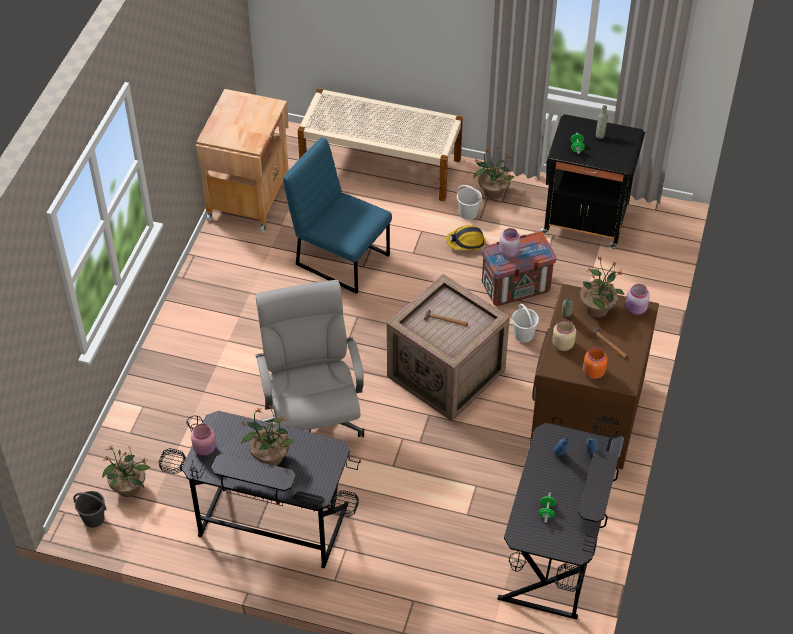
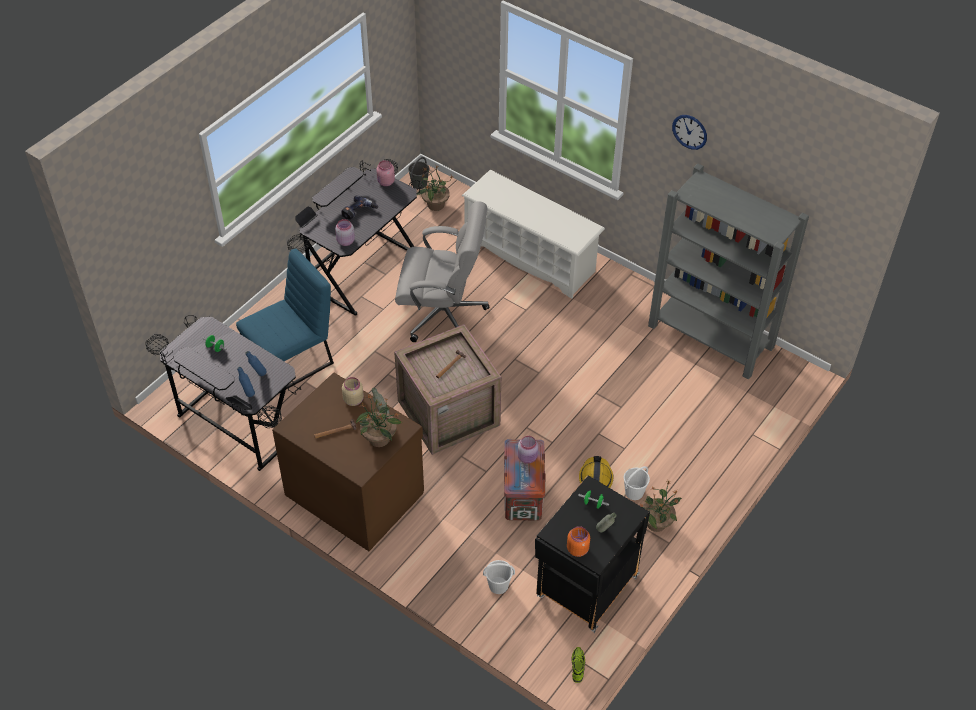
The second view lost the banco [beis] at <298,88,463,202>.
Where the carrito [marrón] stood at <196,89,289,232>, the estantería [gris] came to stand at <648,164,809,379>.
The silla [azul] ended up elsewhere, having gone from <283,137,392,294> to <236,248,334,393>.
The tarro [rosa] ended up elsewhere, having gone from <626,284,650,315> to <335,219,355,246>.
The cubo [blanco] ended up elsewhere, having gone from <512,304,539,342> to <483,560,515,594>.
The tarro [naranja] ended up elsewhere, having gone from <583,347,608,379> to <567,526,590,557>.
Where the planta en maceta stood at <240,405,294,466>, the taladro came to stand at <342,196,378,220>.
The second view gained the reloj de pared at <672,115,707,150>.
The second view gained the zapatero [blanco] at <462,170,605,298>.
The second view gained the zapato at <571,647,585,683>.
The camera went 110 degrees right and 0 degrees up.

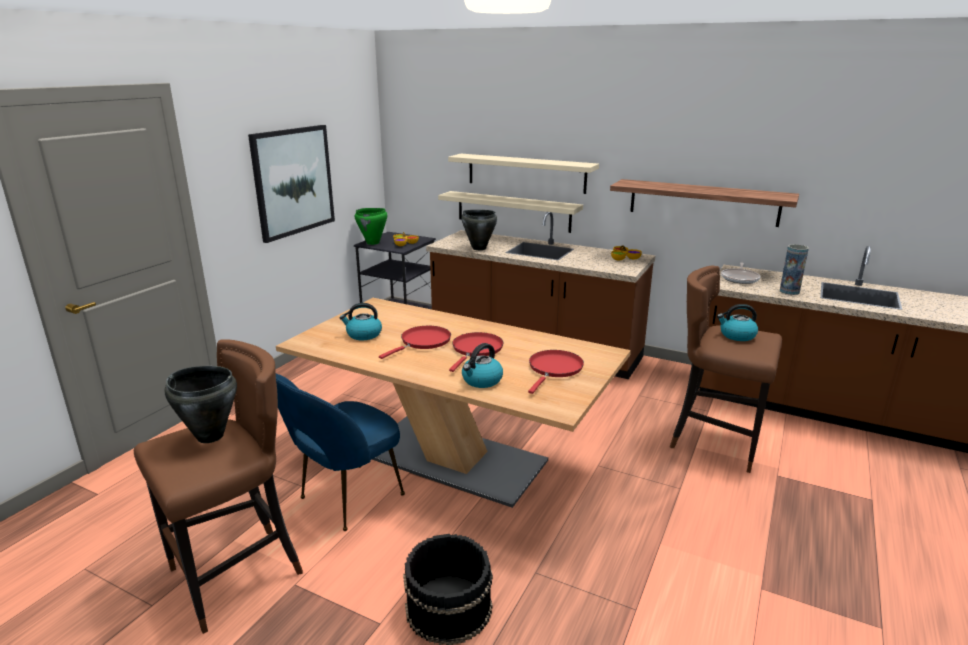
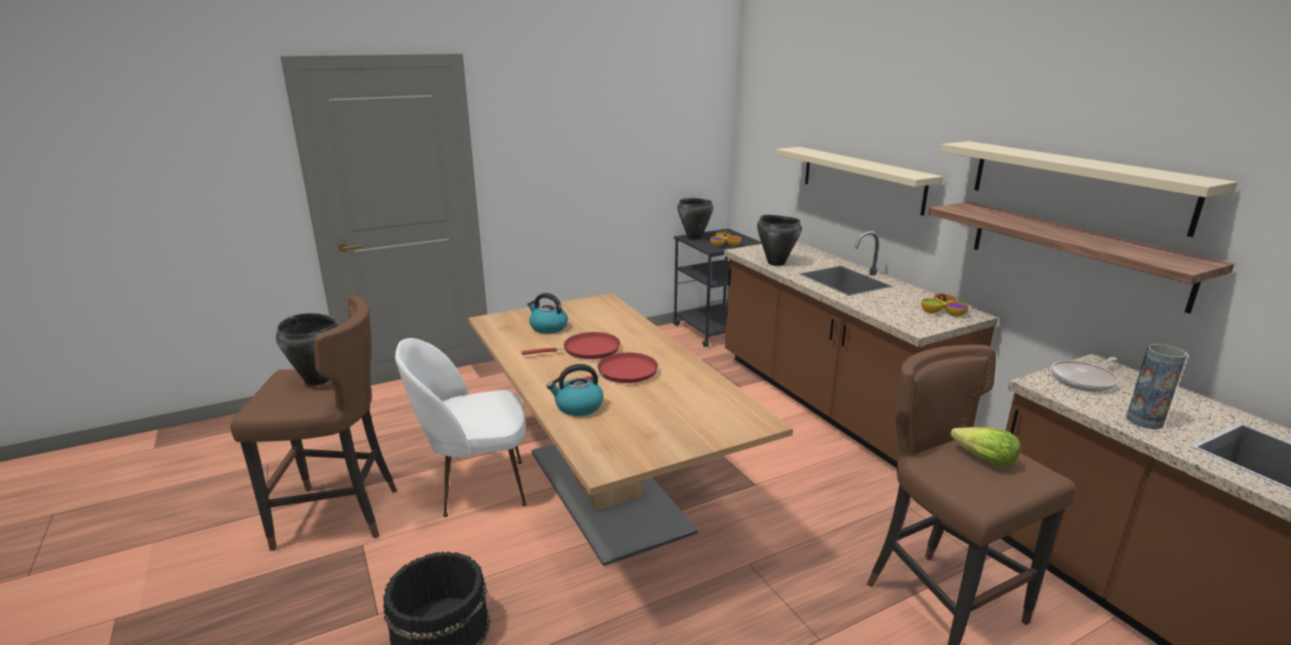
The second view lost the cuadro at <248,125,335,243>.
The estante [beis] ended up elsewhere, having gone from <438,191,583,233> to <940,141,1238,237>.
What was the olla [verde] at <355,208,387,245> turned into the olla [negro] at <677,198,713,240>.
Where the hervidor stood at <717,304,758,341>, the lechuga came to stand at <950,427,1020,466>.
The second view lost the sartén [rojo] at <528,350,584,394>.
What was the silla [azul] at <276,373,405,531> turned into the silla [blanco] at <395,338,527,517>.
The camera went 35 degrees right and 0 degrees up.

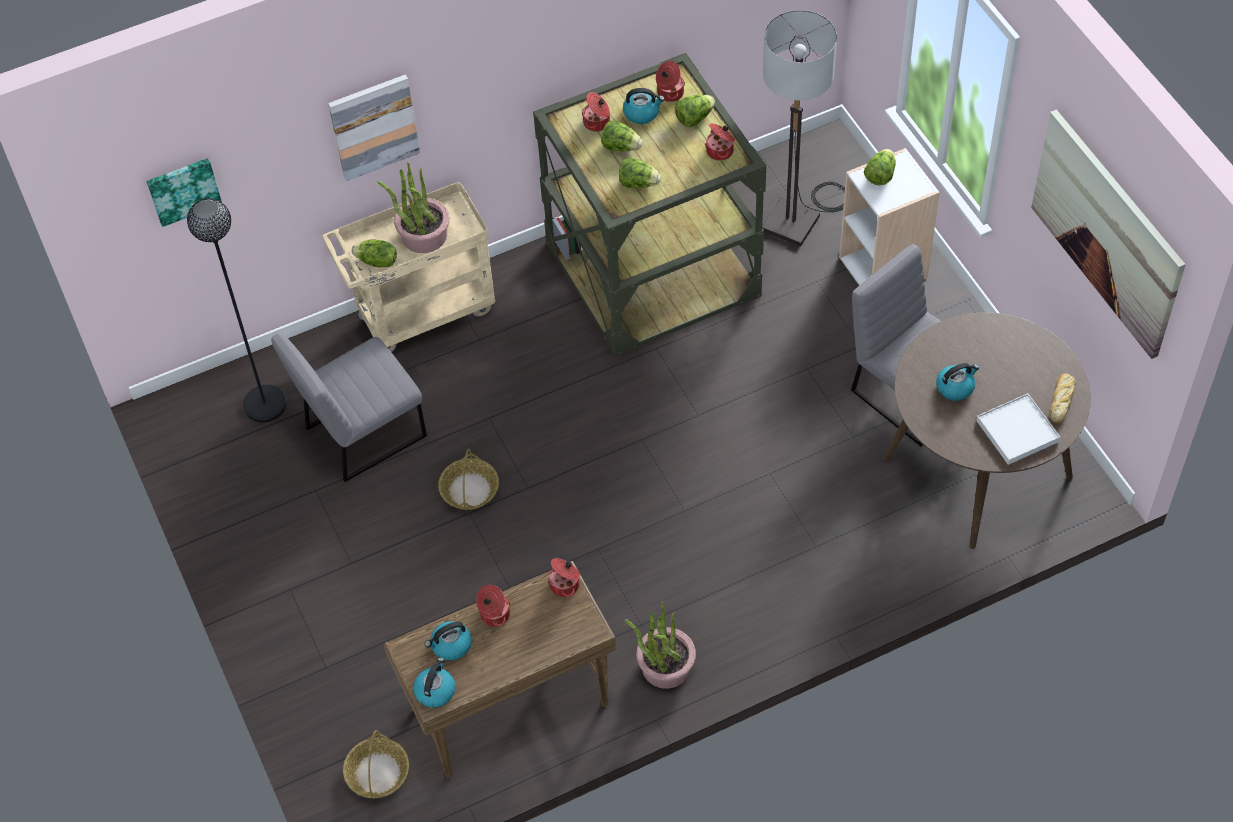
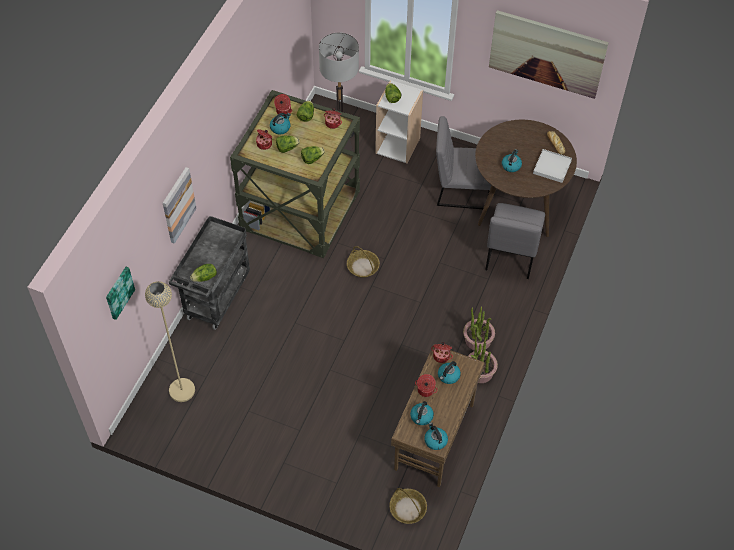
The planta en maceta ended up elsewhere, having gone from <378,162,450,253> to <463,306,495,351>.
What was the carrito [beis] at <322,183,495,352> turned into the carrito [negro] at <169,216,250,330>.
What was the lámpara de pie [negro] at <187,198,287,423> turned into the lámpara de pie [beis] at <145,281,195,402>.
The silla [gris] ended up elsewhere, having gone from <271,334,427,482> to <485,203,545,279>.
The cesta ended up elsewhere, having gone from <438,449,499,510> to <347,246,380,278>.
The second view gained the hervidor at <438,361,461,384>.
The camera went 45 degrees left and 0 degrees up.

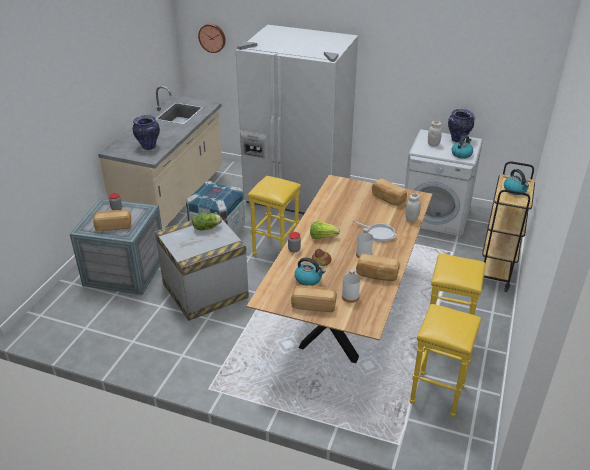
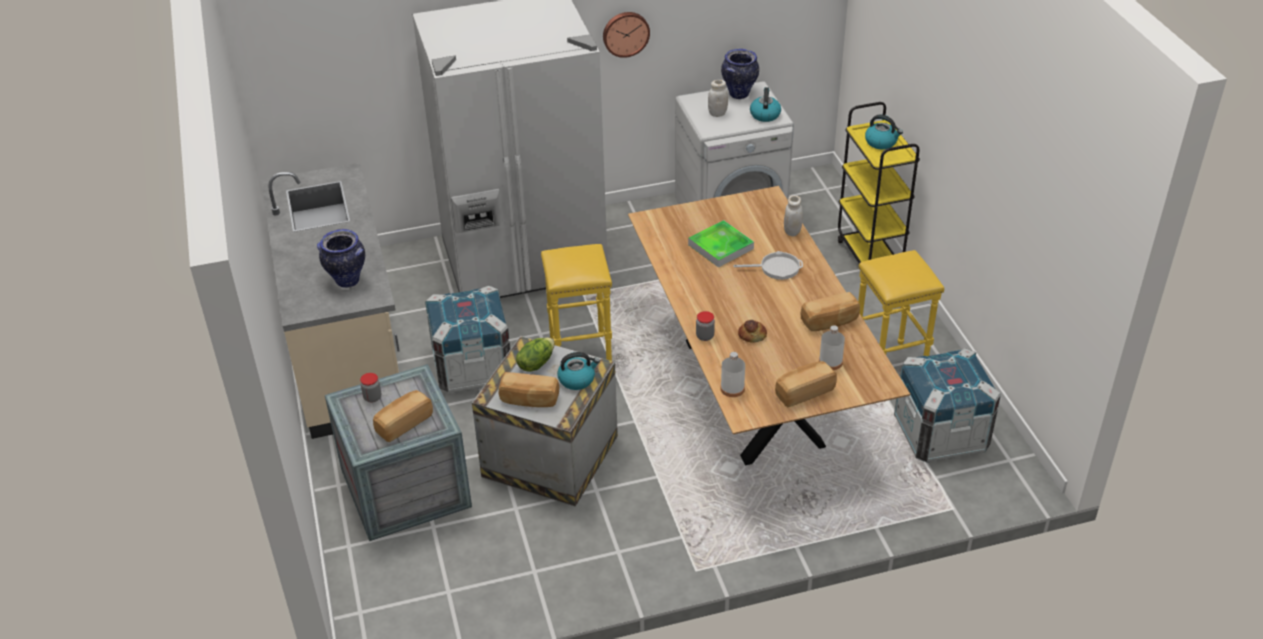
The reloj de pared ended up elsewhere, having gone from <198,24,226,53> to <603,12,650,58>.
What was the carrito [marrón] at <482,161,535,292> turned into the carrito [amarillo] at <838,102,920,263>.
The pan ended up elsewhere, having gone from <372,178,407,206> to <499,372,559,407>.
The second view lost the lechuga at <310,221,340,239>.
The botella [blanco] ended up elsewhere, having gone from <356,228,373,258> to <720,352,745,397>.
The hervidor ended up elsewhere, having gone from <295,258,325,286> to <557,352,600,390>.
Where the taburete [amarillo] stood at <410,304,481,417>, the caja de embalaje came to stand at <894,348,1001,463>.
The second view gained the bandeja at <688,220,754,268>.
The camera went 35 degrees left and 5 degrees up.

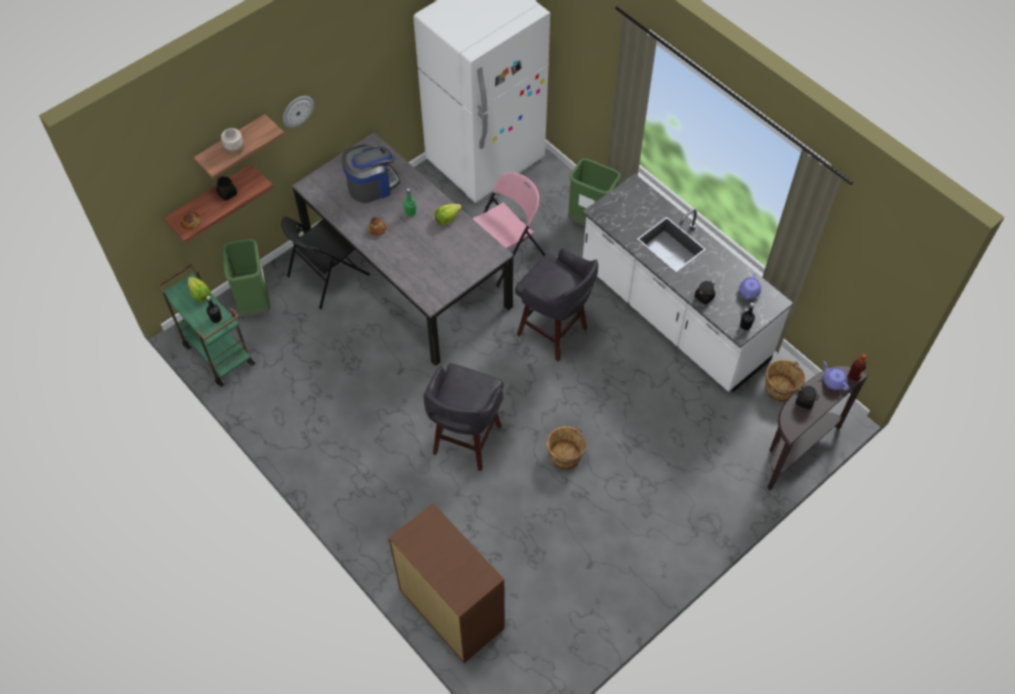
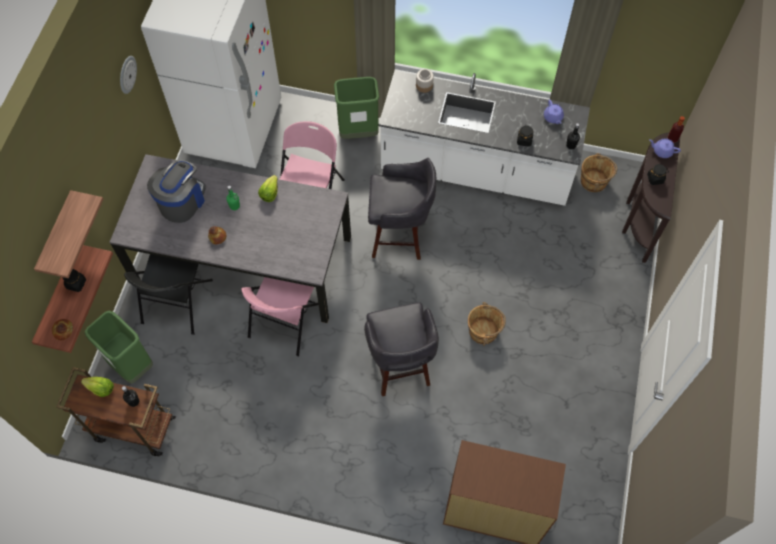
The reloj de pared ended up elsewhere, having gone from <283,96,314,127> to <120,56,137,94>.
The tarro ended up elsewhere, having gone from <221,128,244,156> to <416,69,434,93>.
What was the carrito [verde] at <156,263,256,387> turned into the carrito [marrón] at <56,367,176,457>.
The second view gained the silla [rosa] at <242,277,319,356>.
The camera went 35 degrees left and 5 degrees up.

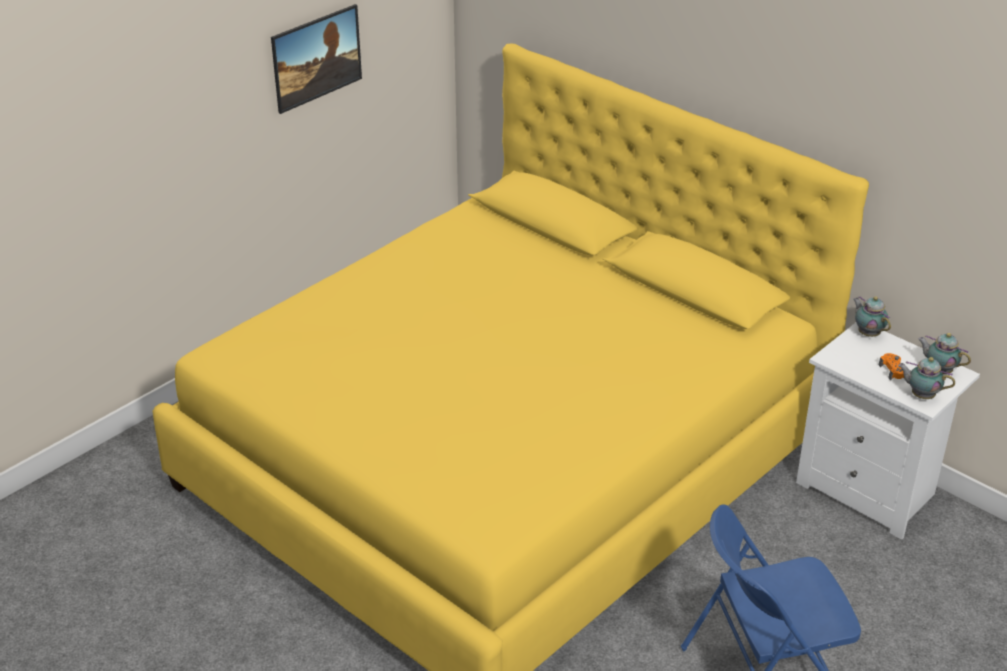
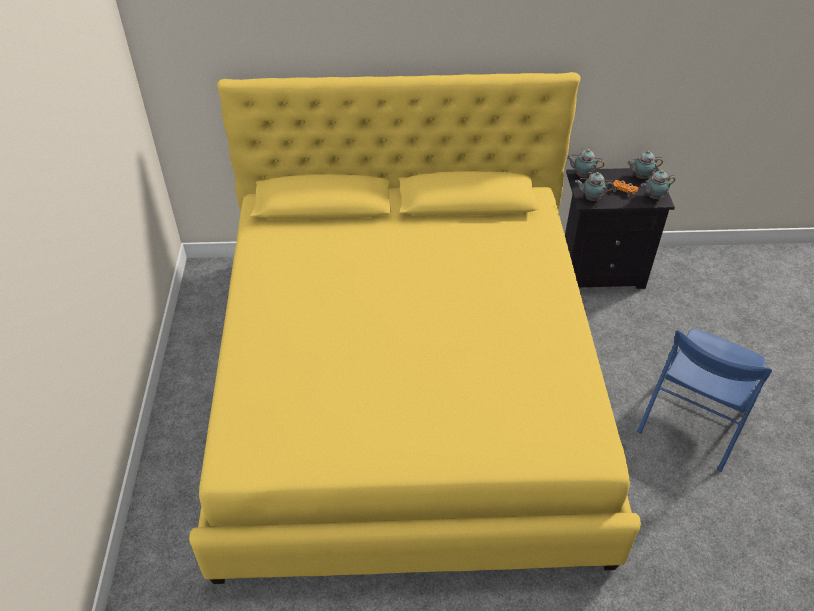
The second view lost the cuadro at <271,4,362,114>.
What was the mesita de noche [blanco] at <796,323,980,540> turned into the mesita de noche [negro] at <565,168,675,289>.
The second view gained the tetera at <575,172,614,201>.
The camera went 45 degrees left and 10 degrees up.

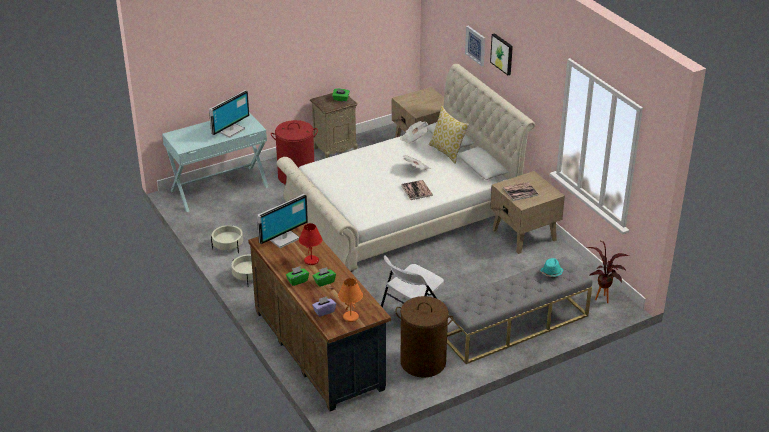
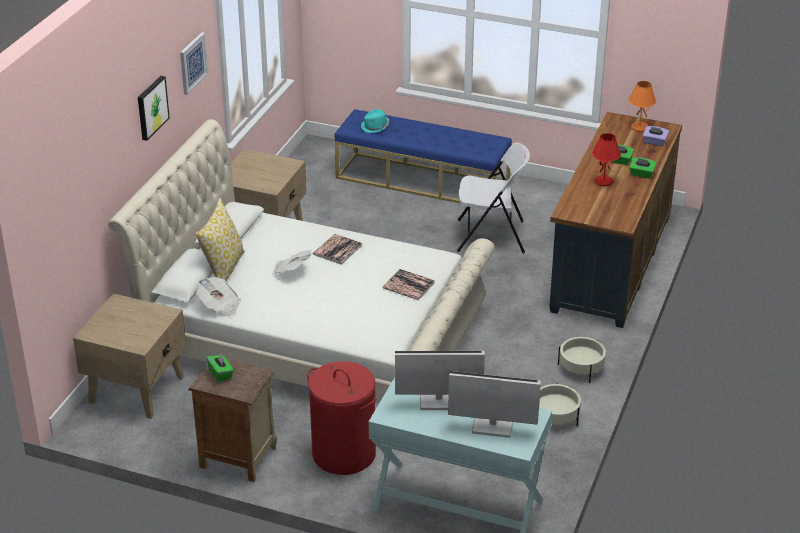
The cuadro ended up elsewhere, having gone from <465,26,485,66> to <180,32,208,95>.
The libro ended up elsewhere, having gone from <503,182,538,201> to <383,269,435,300>.
The monitor ended up elsewhere, having gone from <257,194,308,248> to <448,371,541,438>.
The second view lost the planta en maceta at <587,240,629,303>.
What was the banco [gris] at <443,256,593,364> turned into the banco [azul] at <335,109,512,203>.
The second view lost the cesto de la ropa [marrón] at <395,296,453,378>.
The camera went 130 degrees left and 0 degrees up.

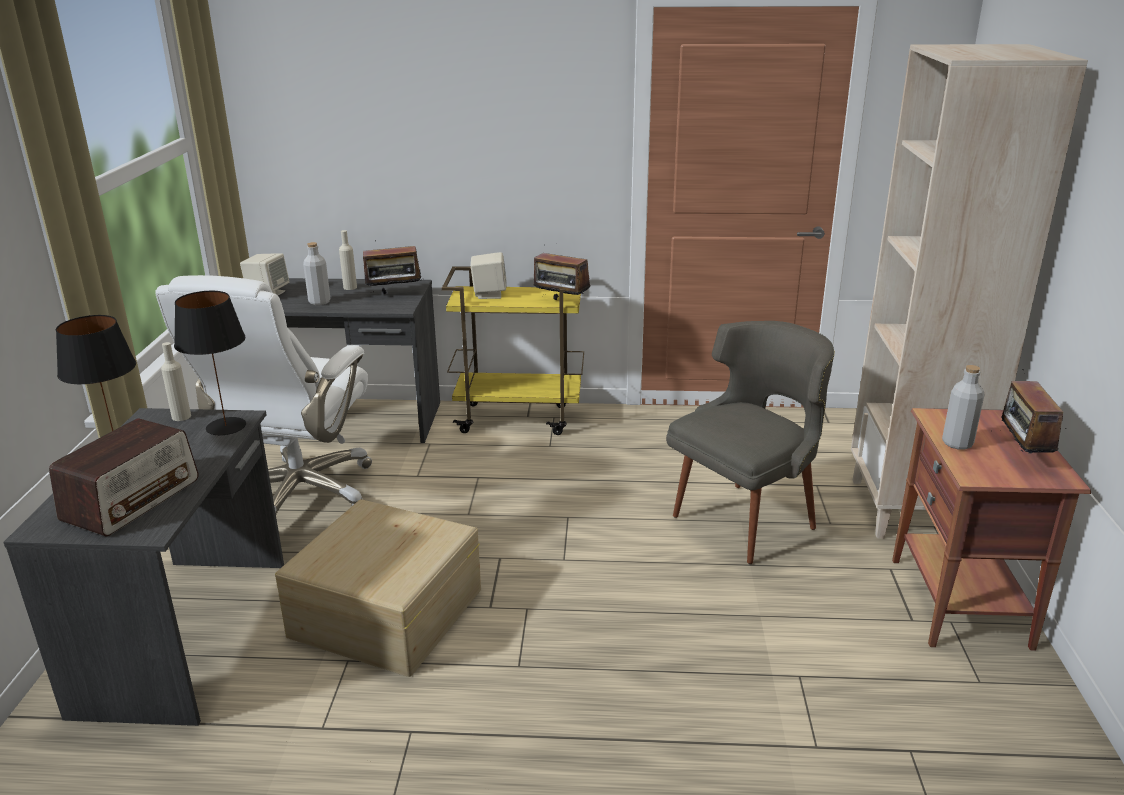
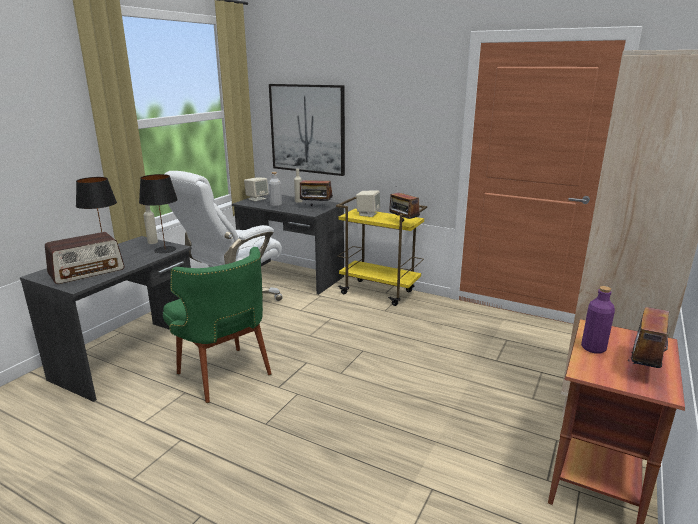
The second view lost the silla [gris] at <666,321,835,564>.
What was the botella [gris] at <942,365,984,450> turned into the botella [morado] at <581,286,615,354>.
Where the caja de almacenaje [beis] stood at <275,499,481,677>, the silla [verde] came to stand at <163,247,272,403>.
The second view gained the cuadro at <269,84,345,176>.
The camera went 25 degrees right and 5 degrees down.

